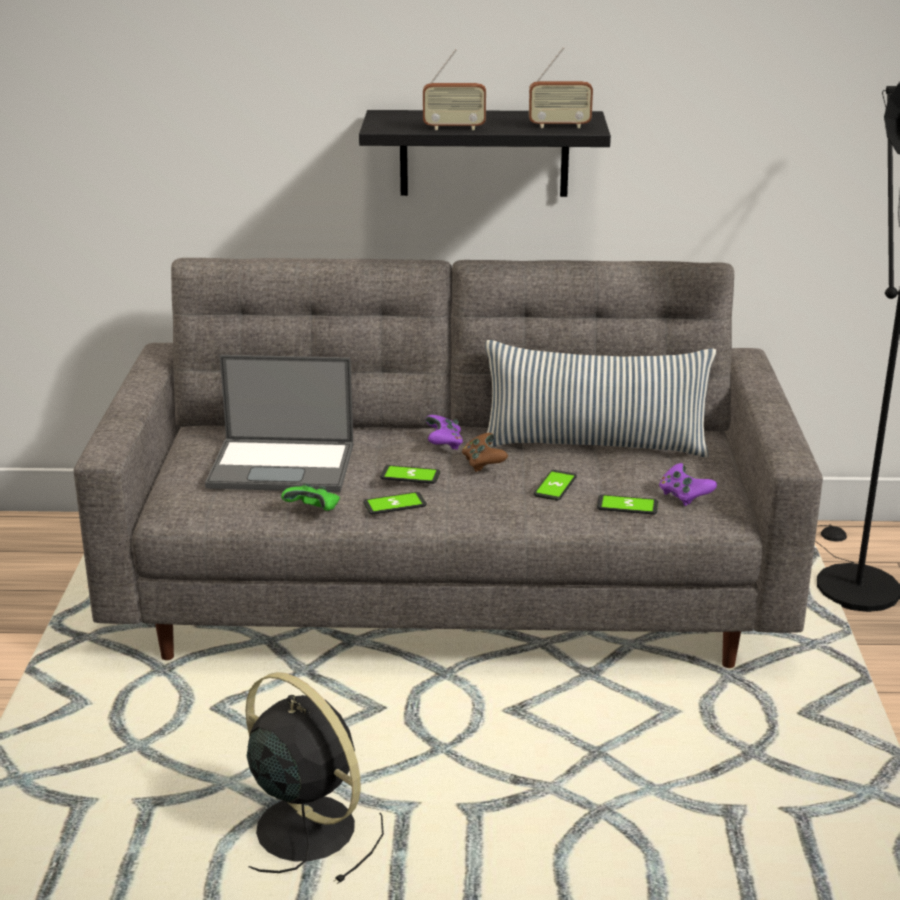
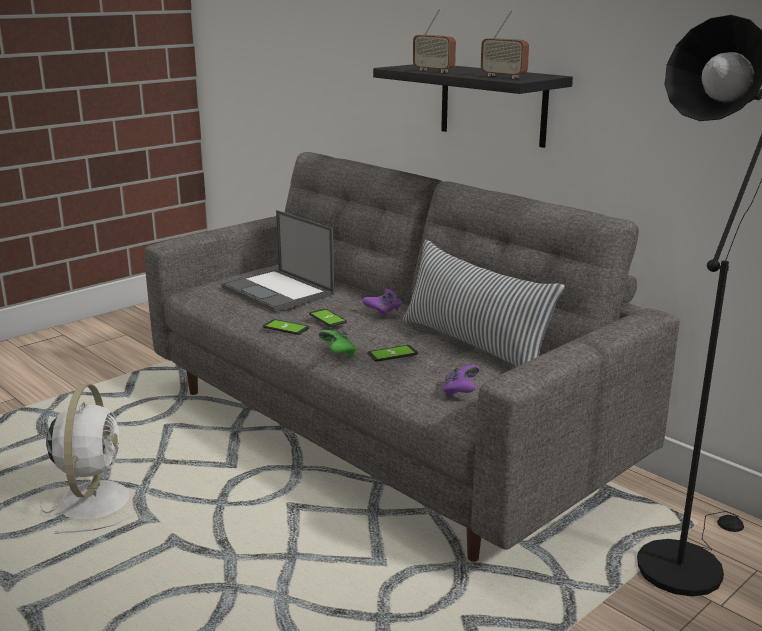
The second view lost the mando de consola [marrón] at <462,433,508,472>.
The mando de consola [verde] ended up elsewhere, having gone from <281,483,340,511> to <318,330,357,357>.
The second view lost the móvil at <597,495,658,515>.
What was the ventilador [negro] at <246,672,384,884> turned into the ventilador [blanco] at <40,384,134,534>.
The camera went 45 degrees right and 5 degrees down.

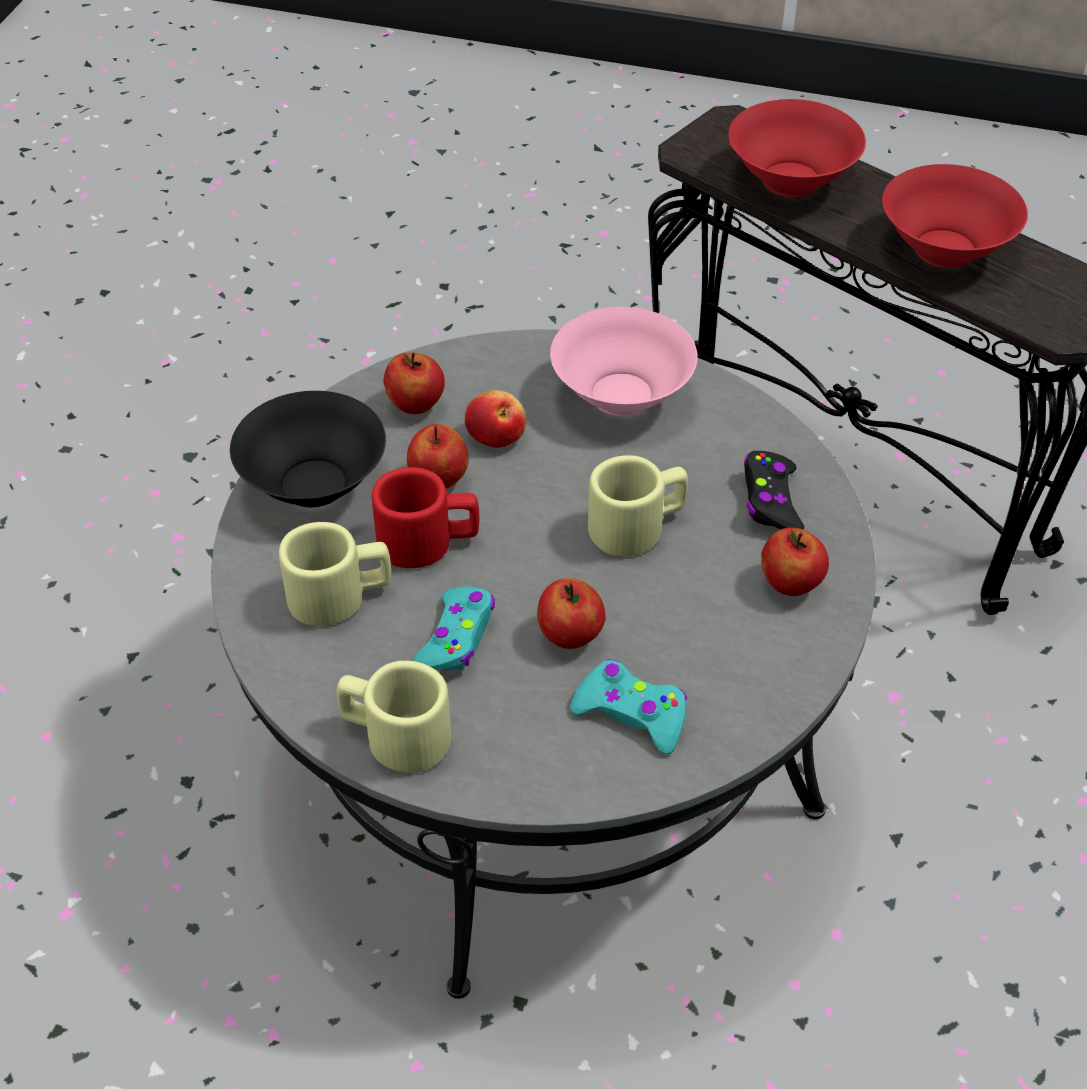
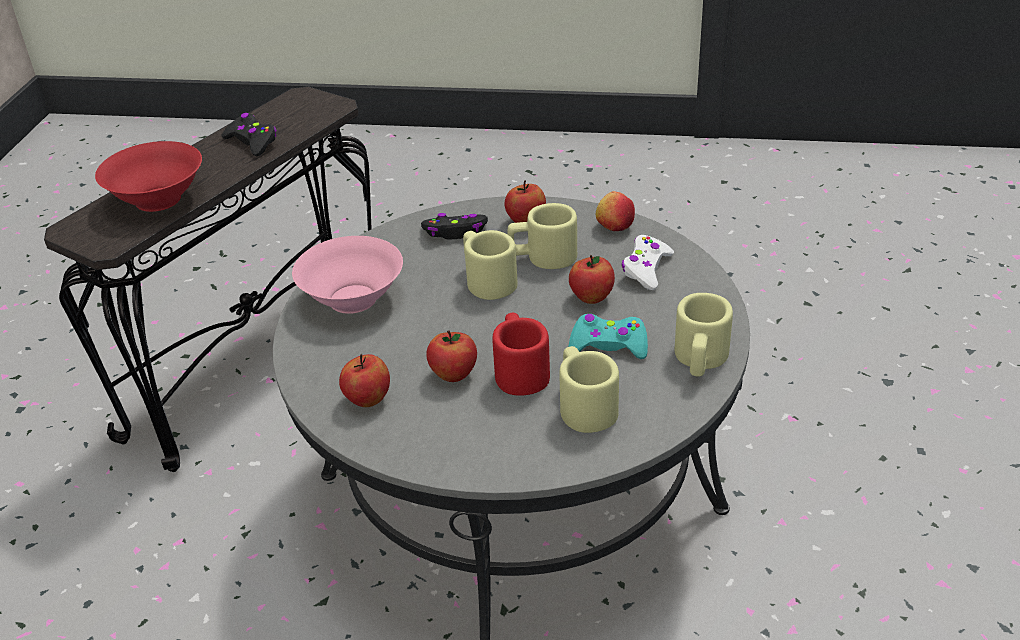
Where the cuenco [rojo] stood at <882,164,1028,268>, the mando de consola [negro] came to stand at <221,113,277,156>.
The manzana ended up elsewhere, having gone from <465,390,526,448> to <596,191,635,231>.
The second view lost the cuenco [negro] at <230,391,386,507>.
What was the mando de consola [turquesa] at <570,659,687,755> turned into the mando de consola [blanco] at <621,235,674,290>.
The second view gained the taza grande [beis] at <507,203,577,269>.
The camera went 95 degrees left and 10 degrees down.

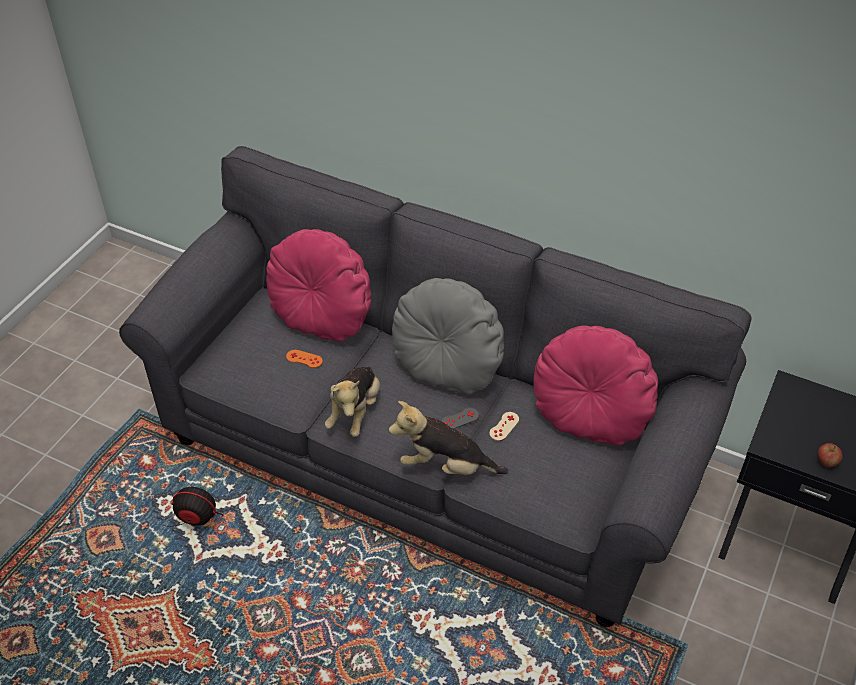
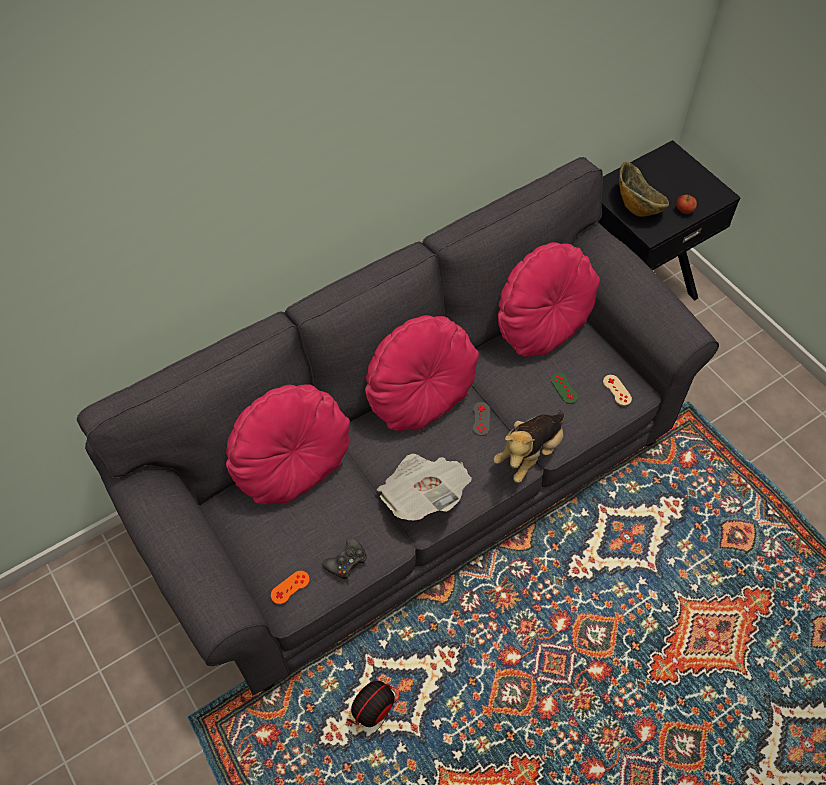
What was the cojín [gris] at <392,278,504,395> turned into the cojín [rosa] at <365,315,479,431>.
The mando de consola [naranja] ended up elsewhere, having gone from <286,350,323,368> to <271,571,310,604>.
Where the peluche stood at <325,366,380,437>, the periódico came to stand at <377,454,472,520>.
The mando de consola [beis] ended up elsewhere, having gone from <489,412,519,441> to <603,375,632,406>.
The second view gained the cuenco at <619,162,669,217>.
The second view gained the mando de consola [verde] at <551,373,578,404>.
The second view gained the mando de consola [negro] at <322,537,367,580>.
The camera went 60 degrees left and 10 degrees up.

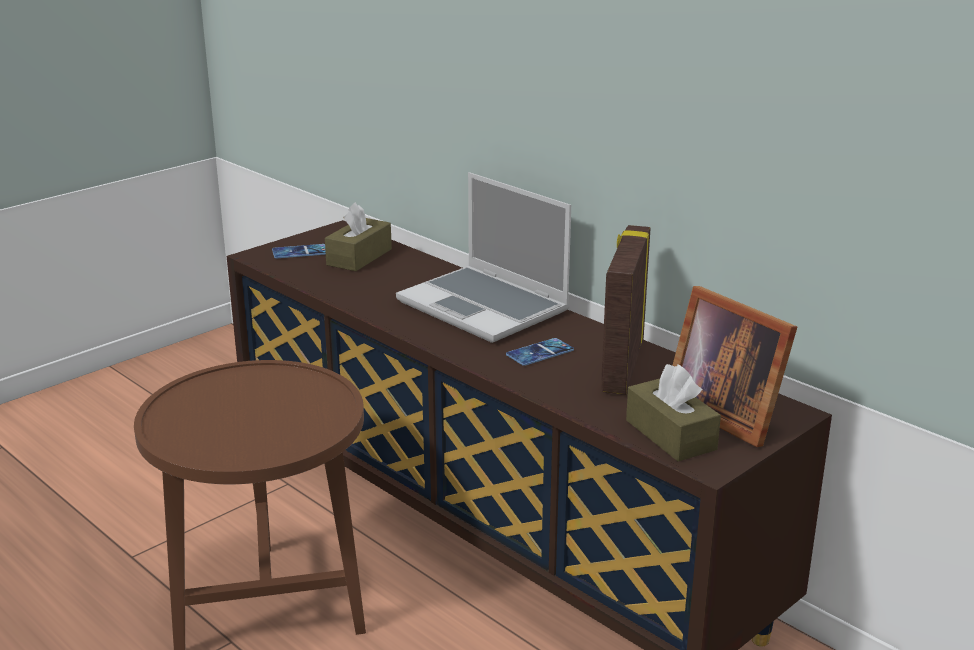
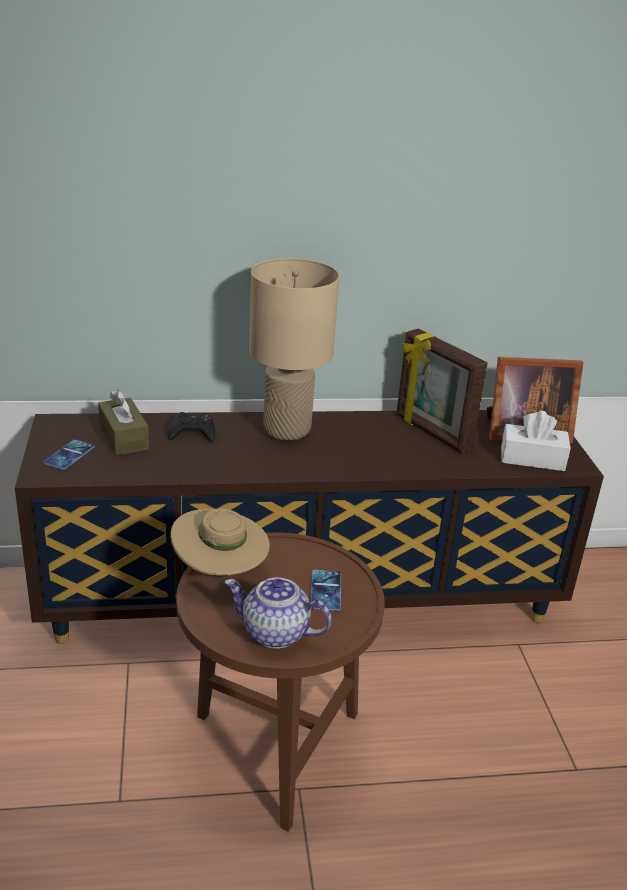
Where the portátil stood at <396,172,571,343>, the lámpara de mesa [beis] came to stand at <249,258,340,441>.
The móvil ended up elsewhere, having gone from <506,338,574,366> to <311,569,341,611>.
What was the caja de pañuelos [marrón] at <626,364,721,461> turned into the caja de pañuelos [blanco] at <501,411,571,471>.
The second view gained the mando de consola [negro] at <168,412,216,442>.
The second view gained the sombrero [beis] at <171,508,270,577>.
The second view gained the tetera at <225,578,332,649>.
The camera went 55 degrees left and 5 degrees up.

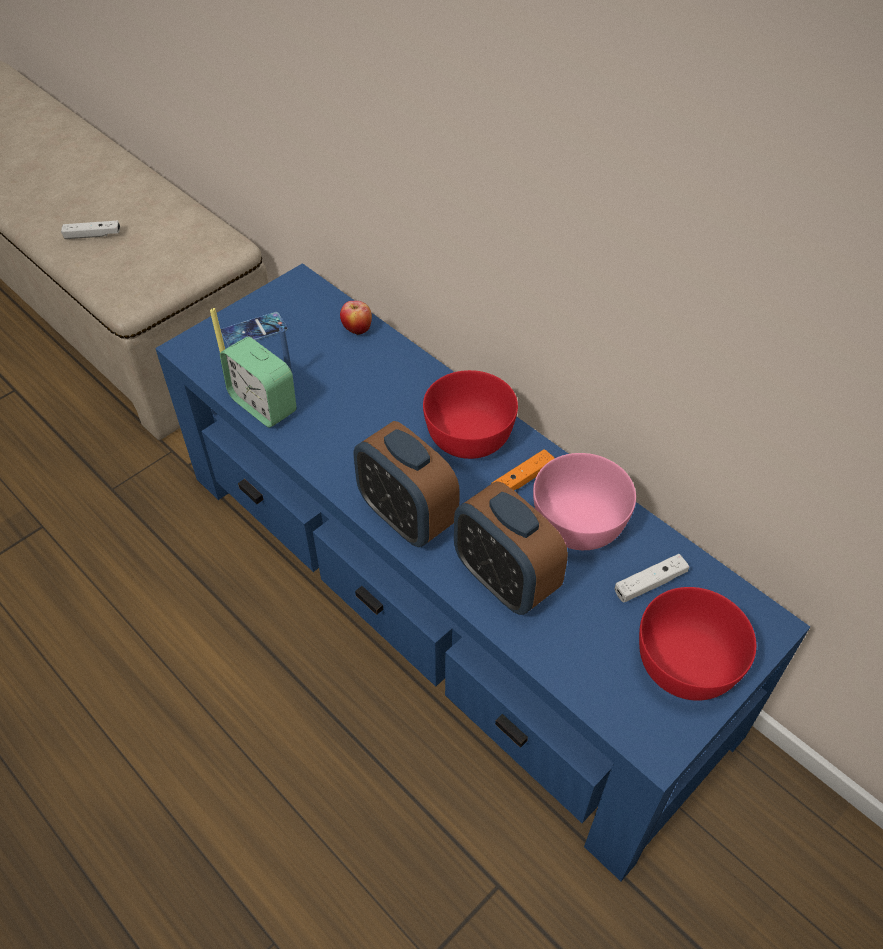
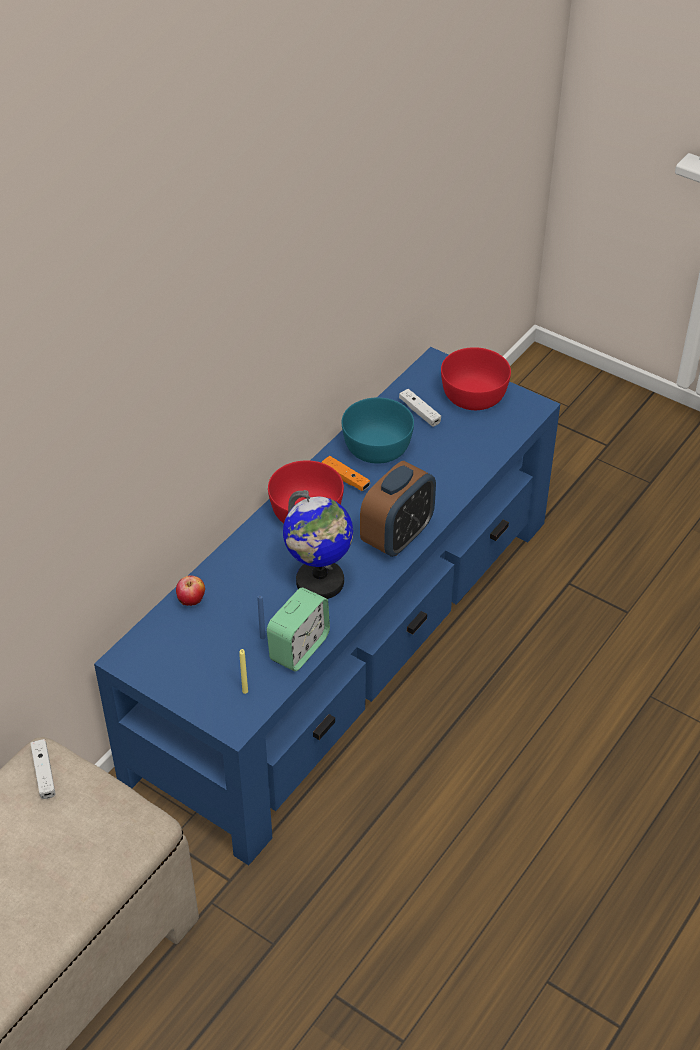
The mando de consola [blanco] ended up elsewhere, having gone from <61,221,120,239> to <30,739,56,799>.
The second view lost the móvil at <221,312,288,347>.
What was the cuenco [rosa] at <533,453,636,550> turned into the cuenco [turquesa] at <342,398,414,464>.
The second view lost the despertador at <454,481,568,615>.
The second view gained the globo terráqueo at <283,490,353,599>.
The camera went 100 degrees left and 5 degrees down.

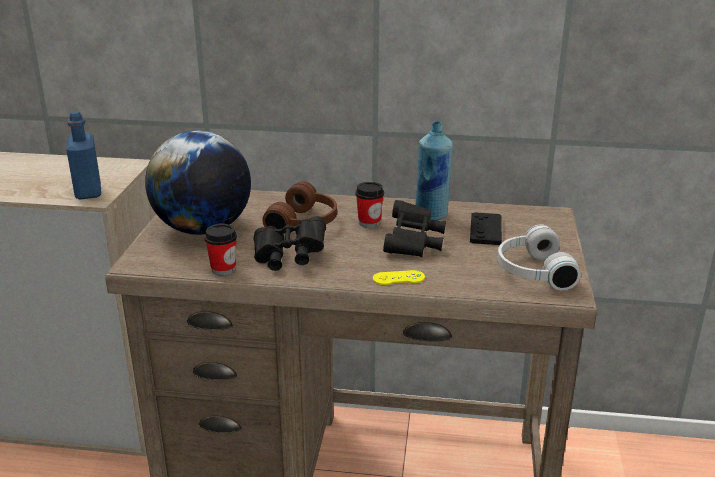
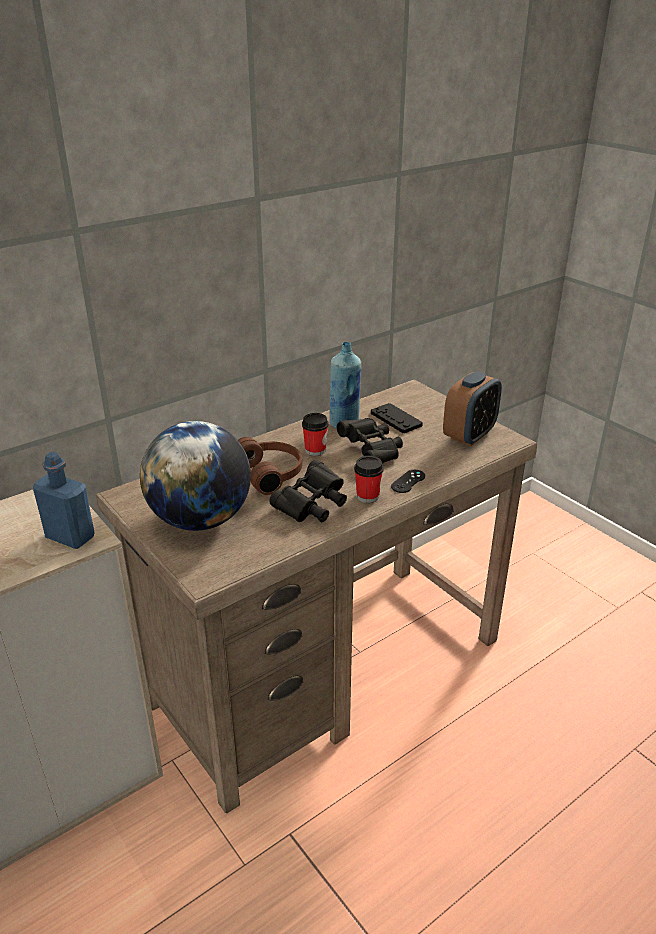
The taza ended up elsewhere, having gone from <204,224,237,276> to <354,456,384,503>.
Where the auriculares [blanco] stood at <497,224,581,291>, the despertador came to stand at <443,371,502,446>.
What was the mando de consola [amarillo] at <373,270,425,285> turned into the mando de consola [negro] at <391,470,425,493>.
The camera went 45 degrees left and 5 degrees up.

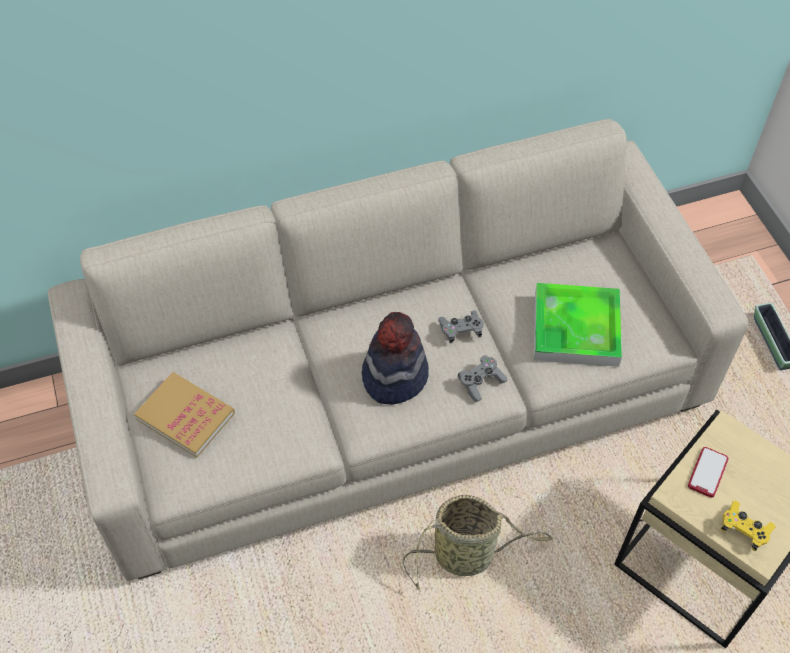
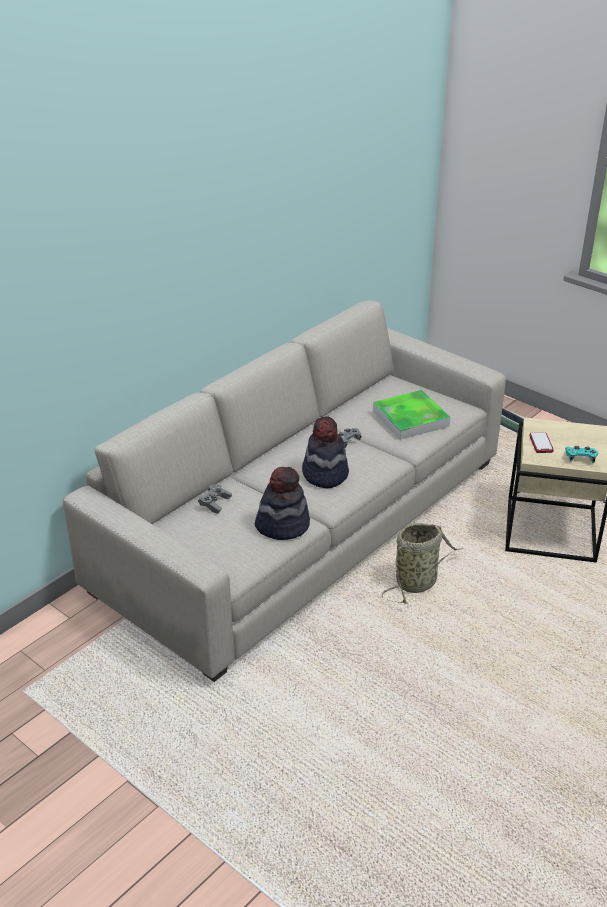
The mando de consola [gris] ended up elsewhere, having gone from <458,355,508,402> to <198,484,232,514>.
The second view lost the libro at <134,372,235,457>.
What was the mando de consola [amarillo] at <721,501,776,551> turned into the mando de consola [turquesa] at <565,446,598,463>.
The second view gained the sombrero at <255,467,310,540>.
The camera went 30 degrees left and 20 degrees down.

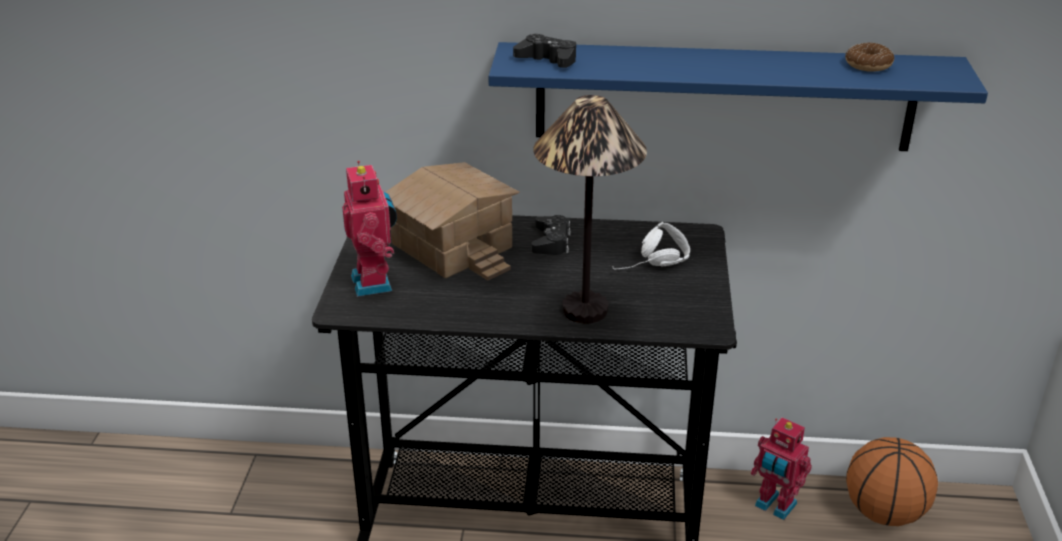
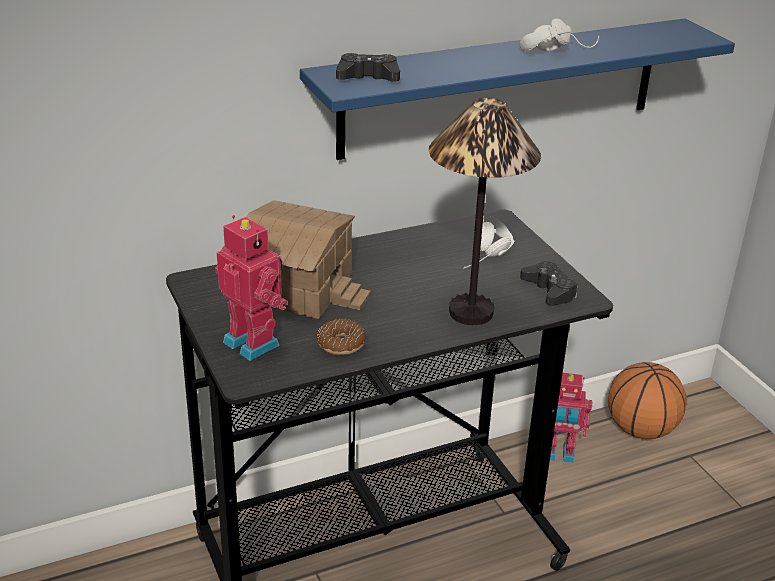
The rosquilla ended up elsewhere, having gone from <845,42,894,72> to <316,319,366,355>.
The mando de consola [negro] ended up elsewhere, having gone from <531,215,571,255> to <520,261,578,306>.
The second view gained the auriculares [blanco] at <519,19,599,52>.
The camera went 30 degrees left and 0 degrees up.

